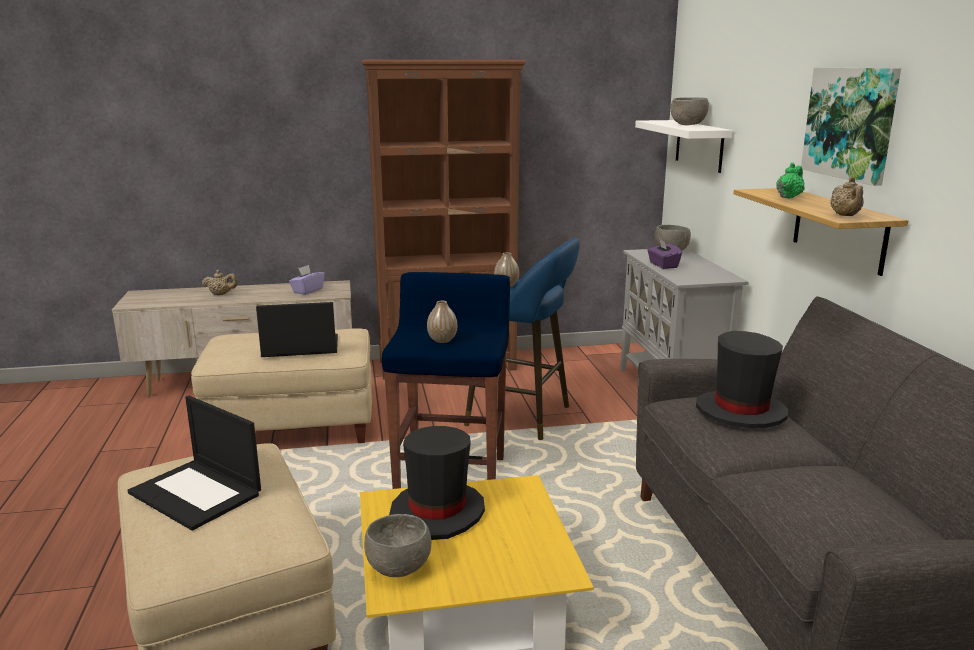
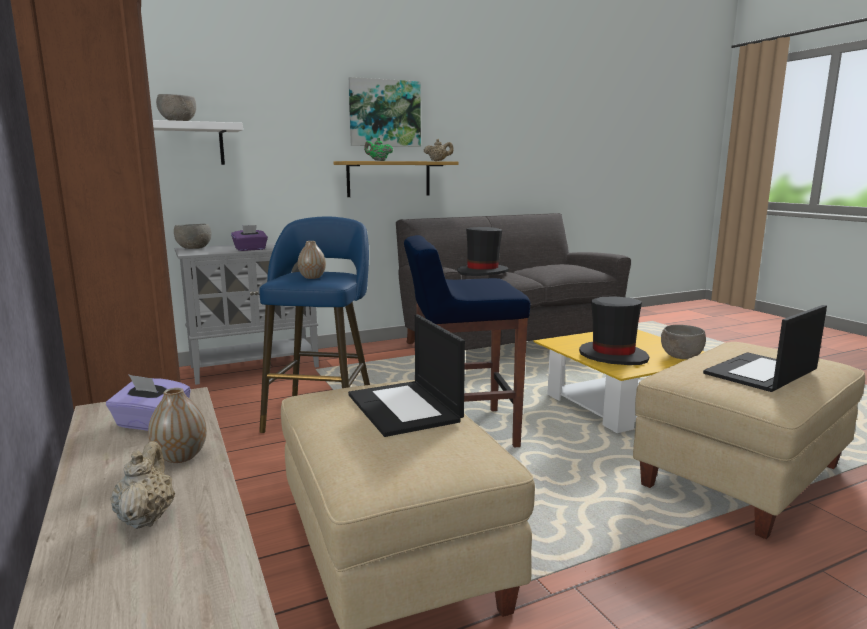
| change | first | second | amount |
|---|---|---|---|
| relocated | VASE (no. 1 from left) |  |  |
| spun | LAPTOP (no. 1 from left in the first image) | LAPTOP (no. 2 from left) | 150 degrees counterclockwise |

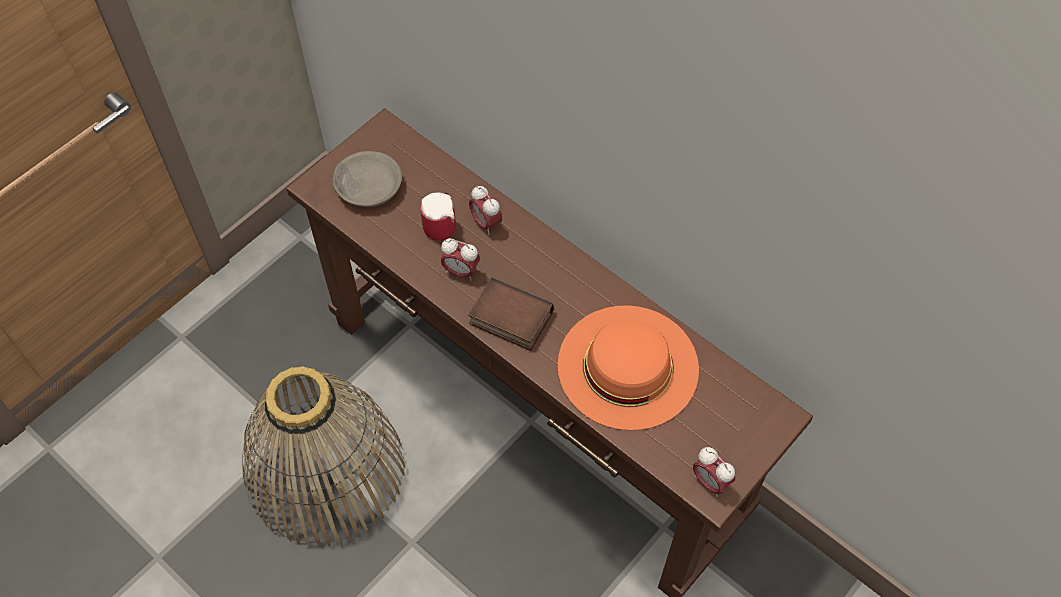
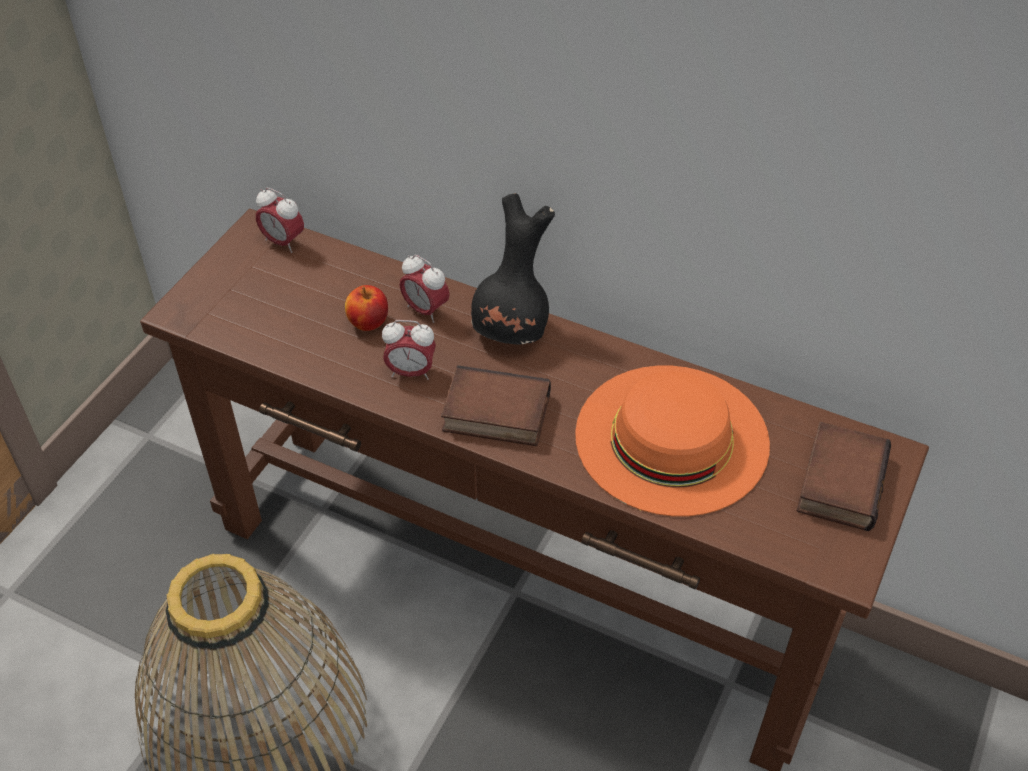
| change | first | second | amount |
|---|---|---|---|
| relocated | ALARM CLOCK (no. 3 from left in the first image) | ALARM CLOCK (no. 1 from left) |  |
| exchanged | MUG | APPLE |  |
| appeared |  | BLACK VASE |  |
| appeared |  | BOOK (no. 2 from left) |  |
| missing | GREY BOWL |  |  |

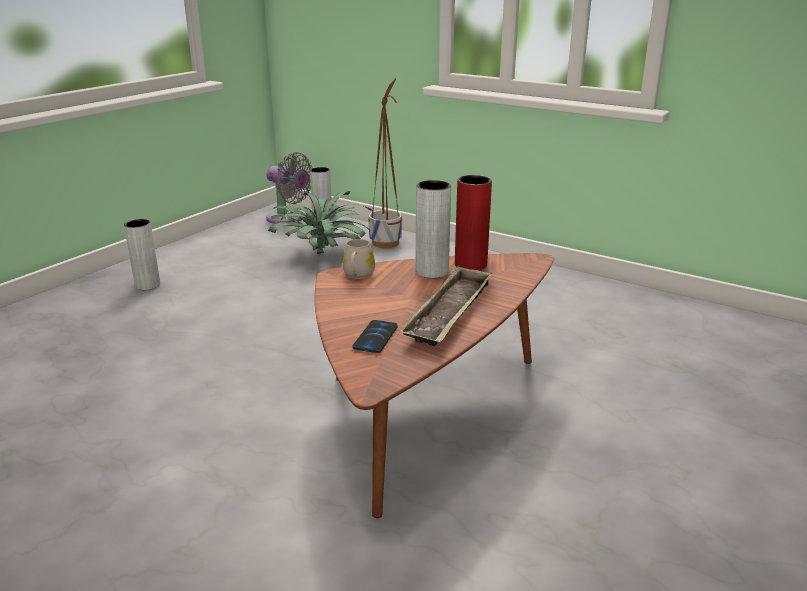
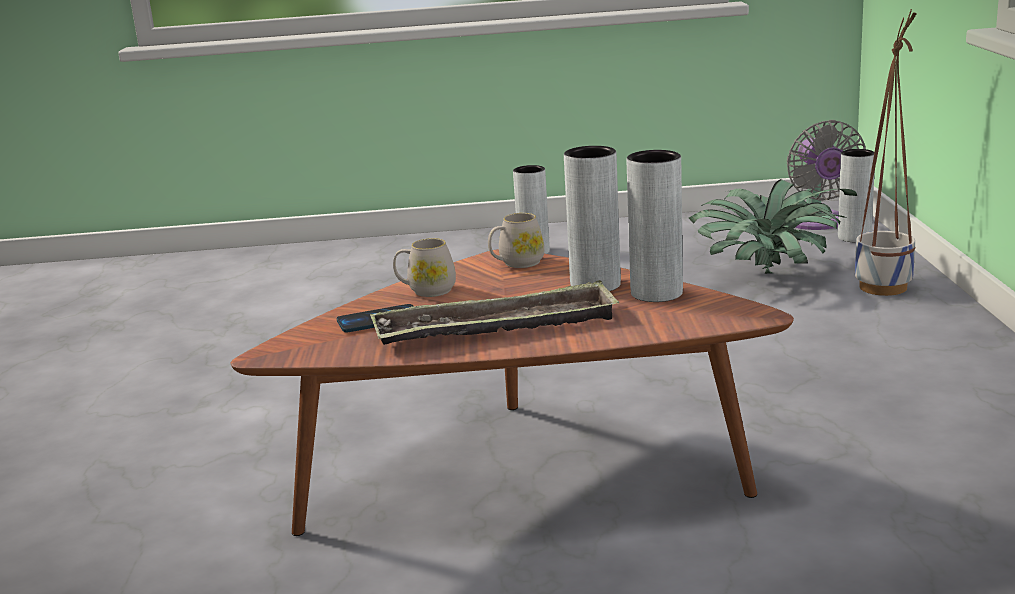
| change | first | second | amount |
|---|---|---|---|
| appeared |  | WHITE MUG (no. 1 from left) |  |
| colour | RED VASE | GREY VASE (no. 3 from left) |  |

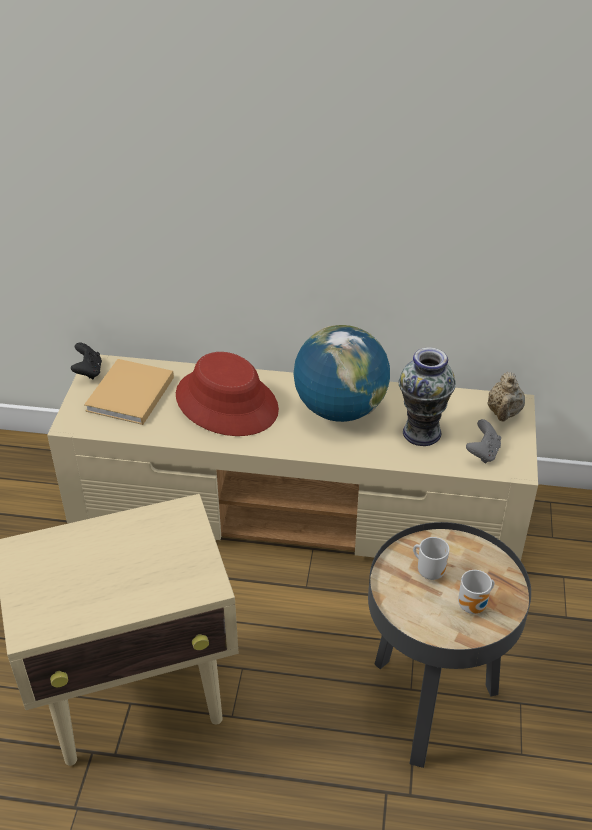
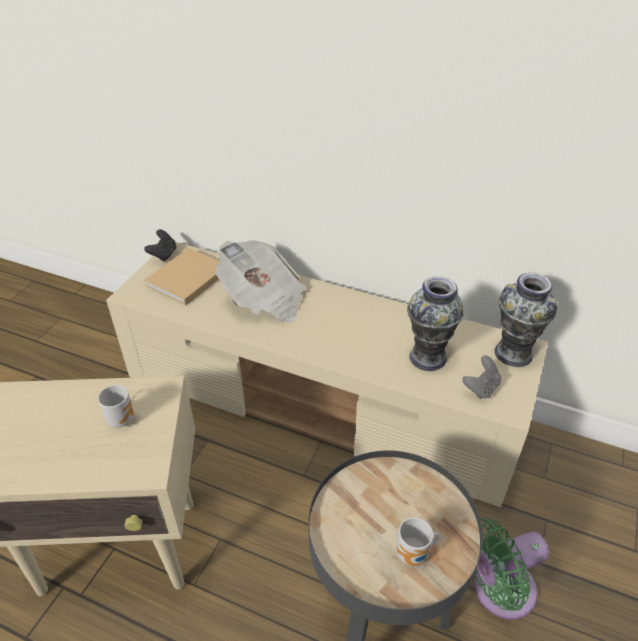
| change | first | second | amount |
|---|---|---|---|
| relocated | MUG (no. 1 from left) |  |  |
| exchanged | RED HAT | NEWSPAPER |  |
| appeared |  | GREEN FAN |  |
| exchanged | BEIGE TEAPOT | VASE (no. 2 from left) |  |
| missing | GLOBE |  |  |

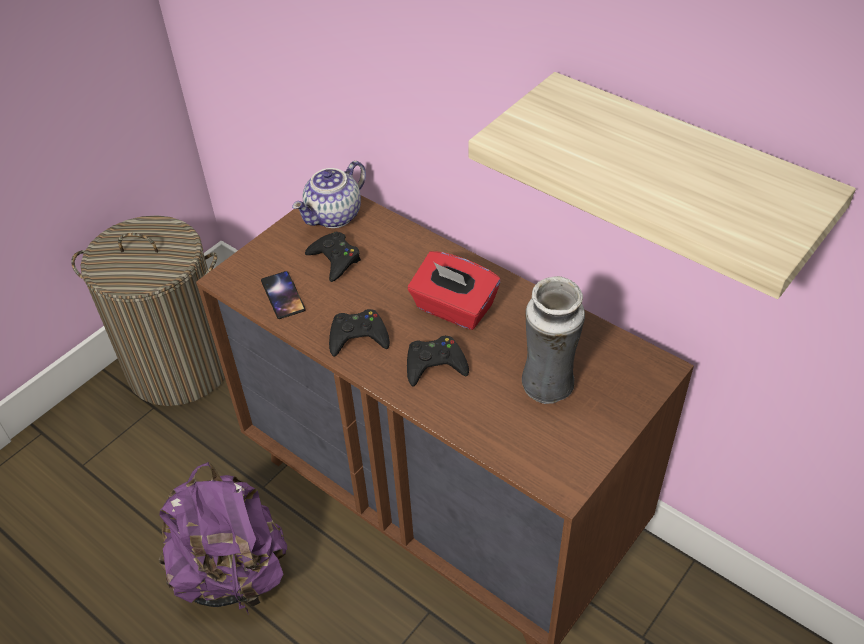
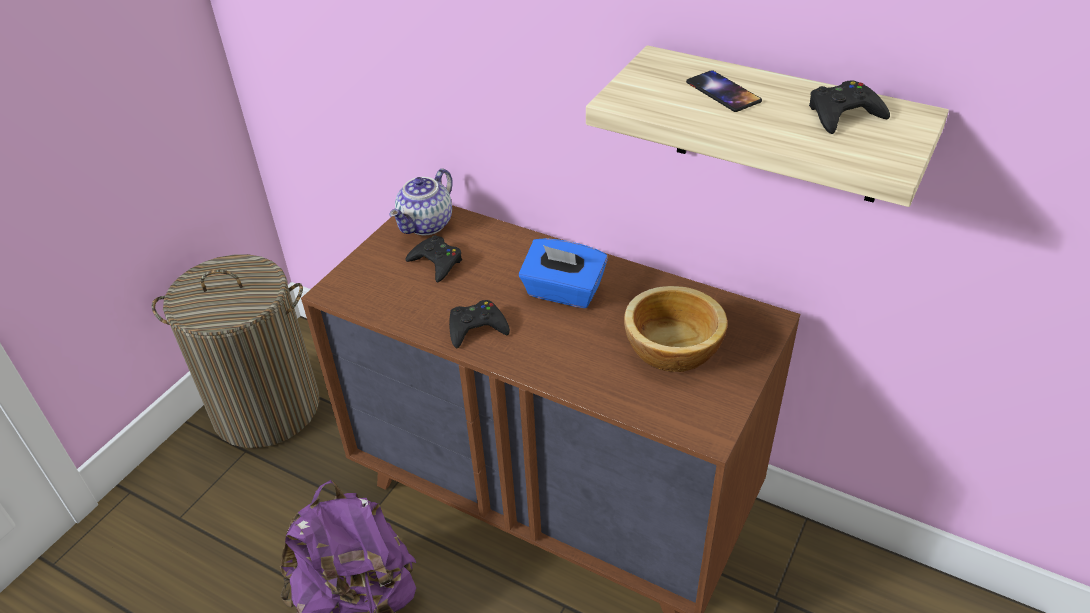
| change | first | second | amount |
|---|---|---|---|
| colour | RED TISSUE BOX | BLUE TISSUE BOX |  |
| exchanged | VASE | BOWL |  |
| relocated | PHONE |  |  |
| relocated | BLACK GAME CONTROLLER (no. 3 from left) |  |  |

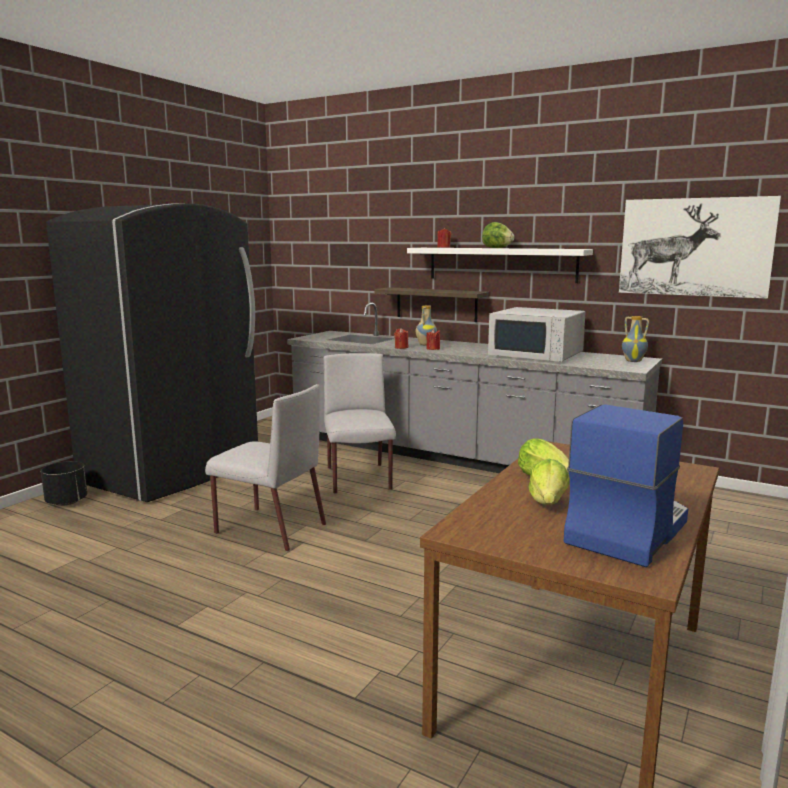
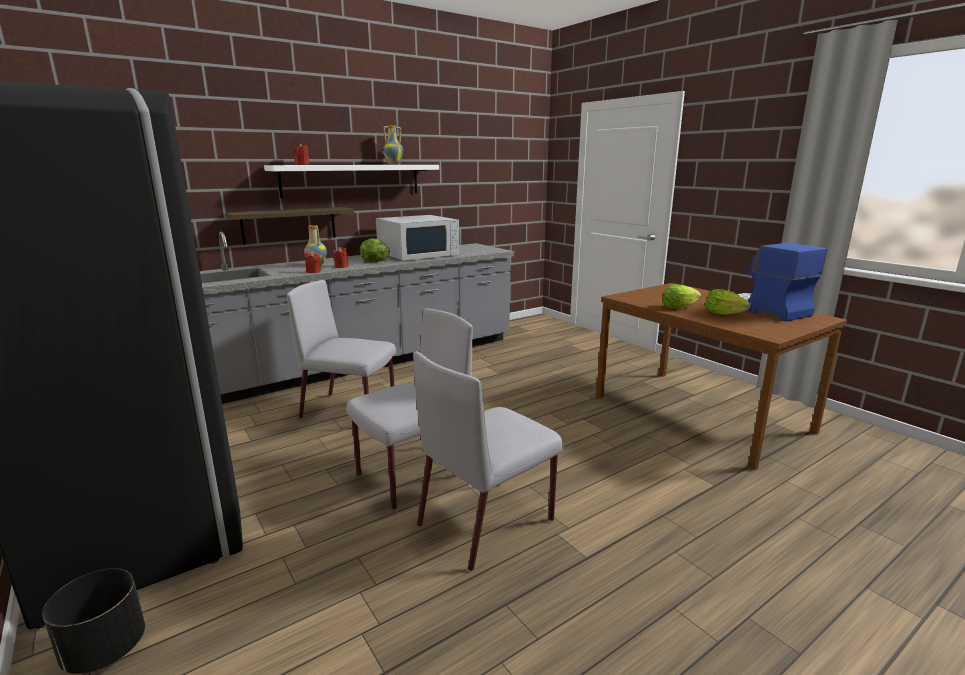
| change | first | second | amount |
|---|---|---|---|
| relocated | LETTUCE (no. 1 from left) |  |  |
| relocated | VASE (no. 2 from left) |  |  |
| appeared |  | GREY CHAIR (no. 3 from left) |  |
| missing | PICTURE |  |  |

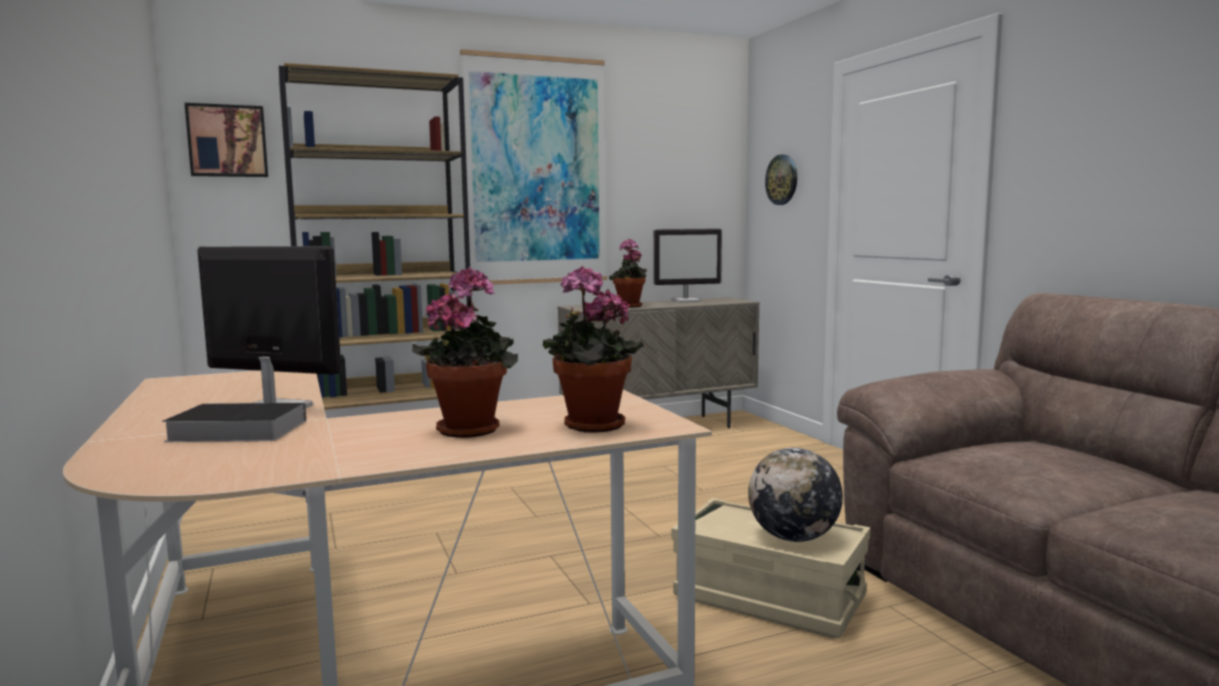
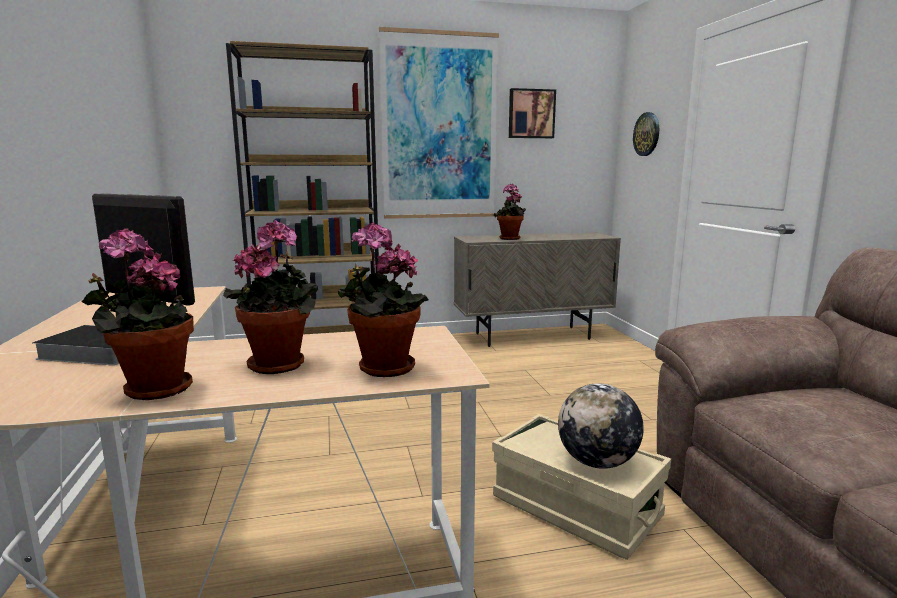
| change | first | second | amount |
|---|---|---|---|
| appeared |  | POTTED PLANT (no. 1 from left) |  |
| relocated | PICTURE (no. 1 from left in the first image) | PICTURE (no. 2 from left) |  |
| missing | MONITOR (no. 2 from left) |  |  |

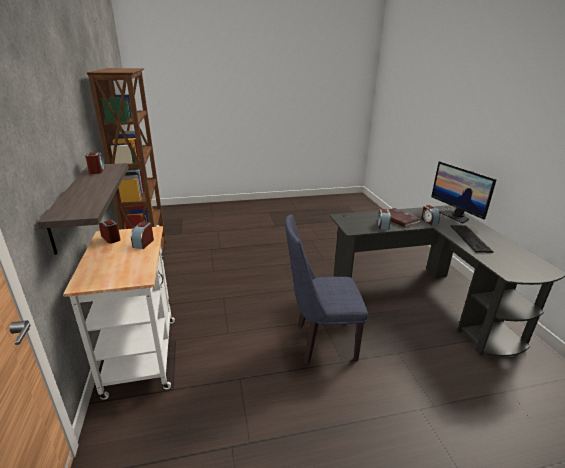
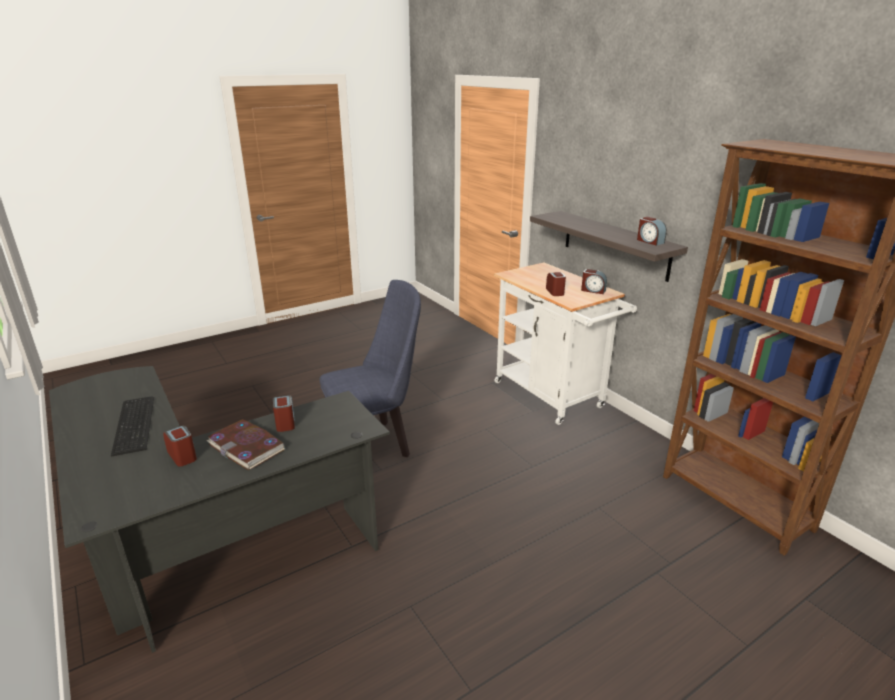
| change | first | second | amount |
|---|---|---|---|
| missing | MONITOR |  |  |

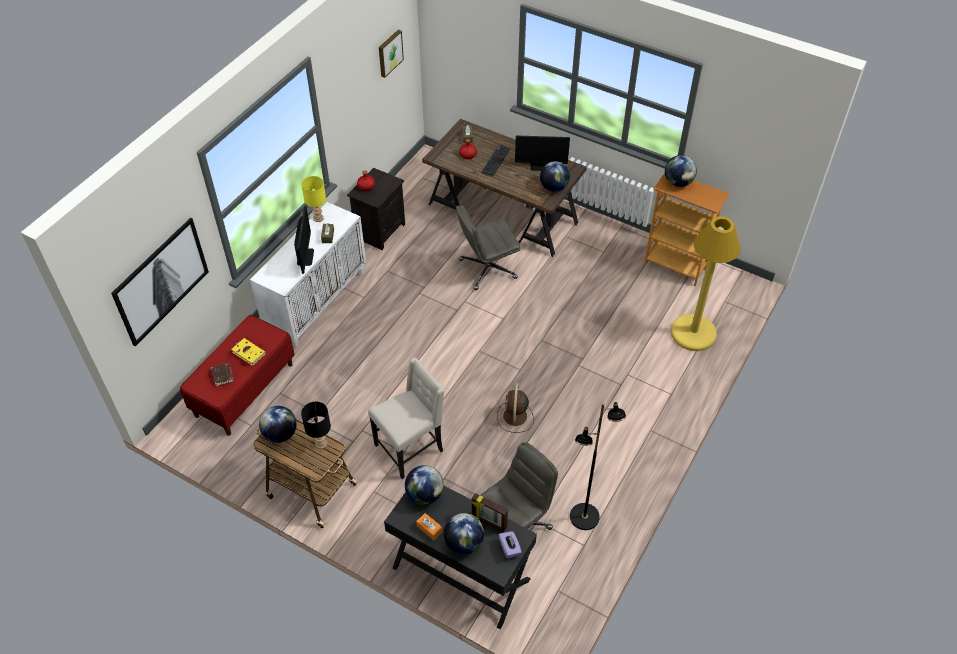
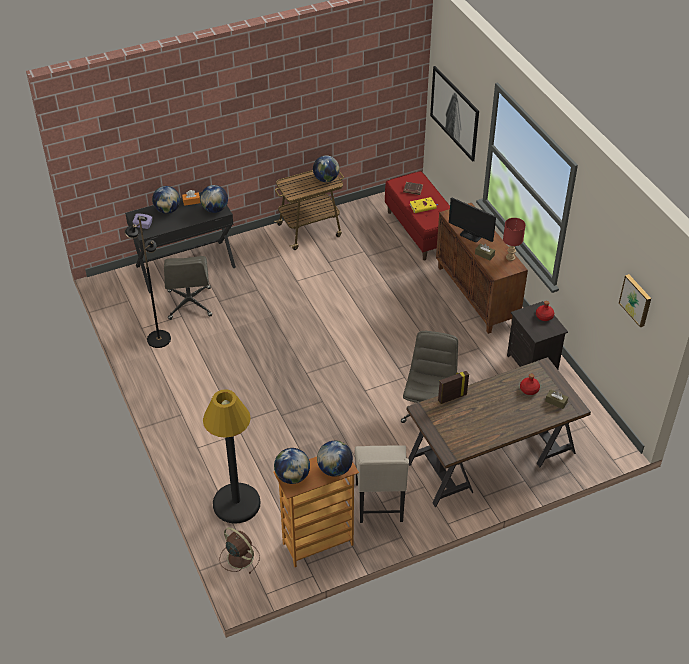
| change | first | second | amount |
|---|---|---|---|
| colour | YELLOW FLOOR LAMP | BLACK FLOOR LAMP (no. 2 from left) |  |
| relocated | BROWN FAN |  |  |
| relocated | GLOBE (no. 4 from left in the first image) | GLOBE (no. 3 from left) |  |
| relocated | BEIGE CHAIR |  |  |
| colour | WHITE CABINET | BROWN CABINET |  |
| relocated | PICTURE FRAME |  |  |
| colour | YELLOW TABLE LAMP | RED TABLE LAMP |  |
| missing | BLACK TABLE LAMP |  |  |
| missing | KEYBOARD |  |  |
| missing | MONITOR (no. 2 from left) |  |  |

